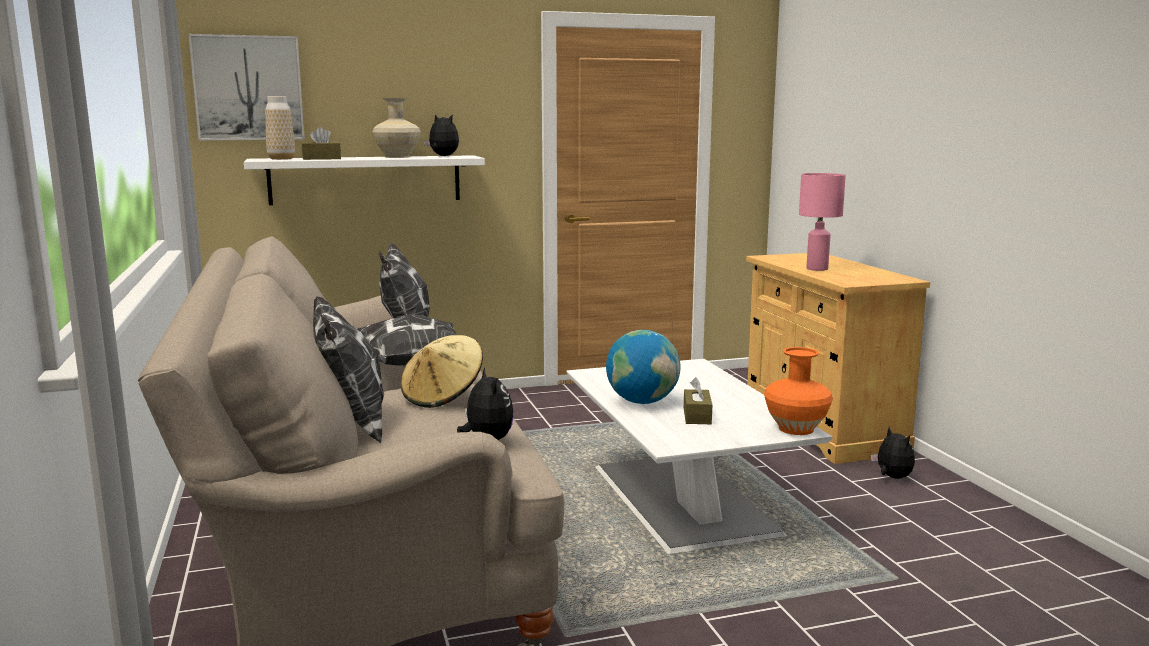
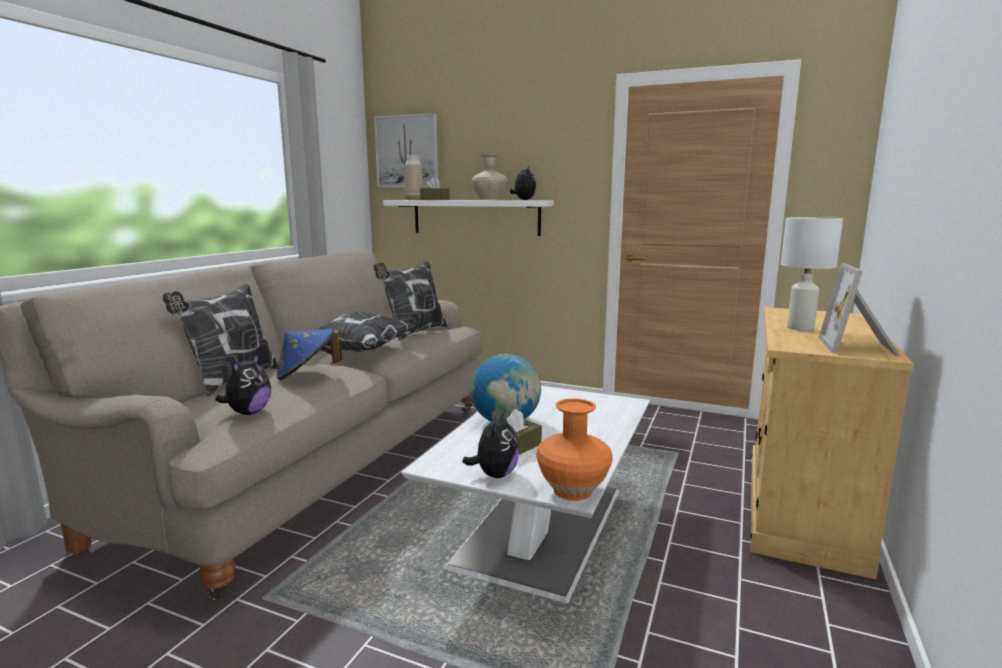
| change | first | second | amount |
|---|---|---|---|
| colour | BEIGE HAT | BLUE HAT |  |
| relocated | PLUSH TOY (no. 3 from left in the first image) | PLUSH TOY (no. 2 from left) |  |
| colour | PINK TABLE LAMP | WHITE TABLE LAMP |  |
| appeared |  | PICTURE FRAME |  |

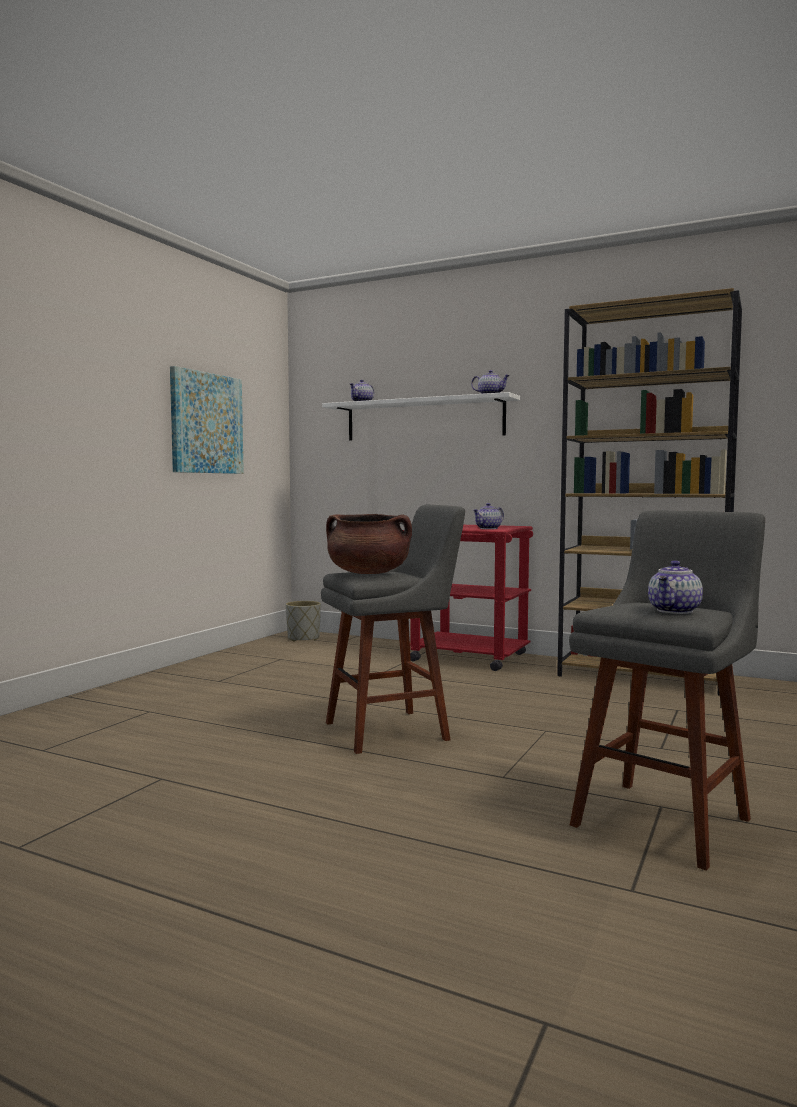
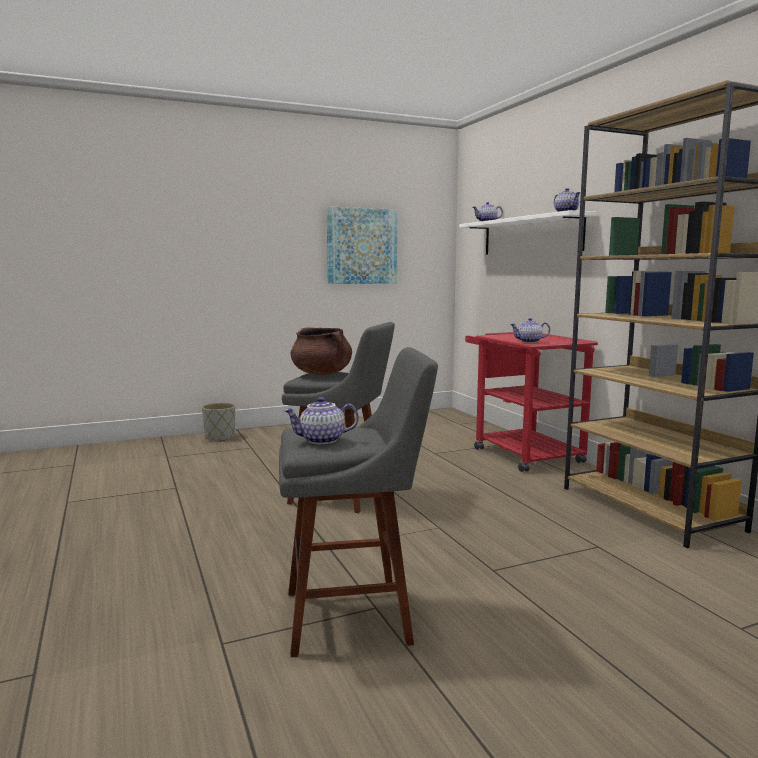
| change | first | second | amount |
|---|---|---|---|
| relocated | GREY PLANTER |  |  |

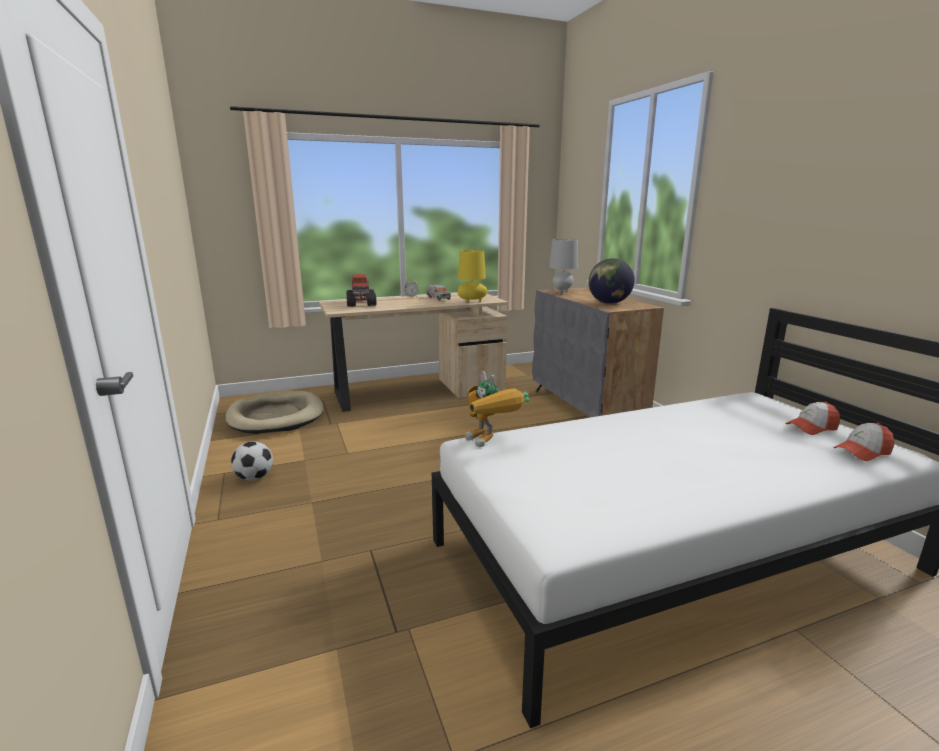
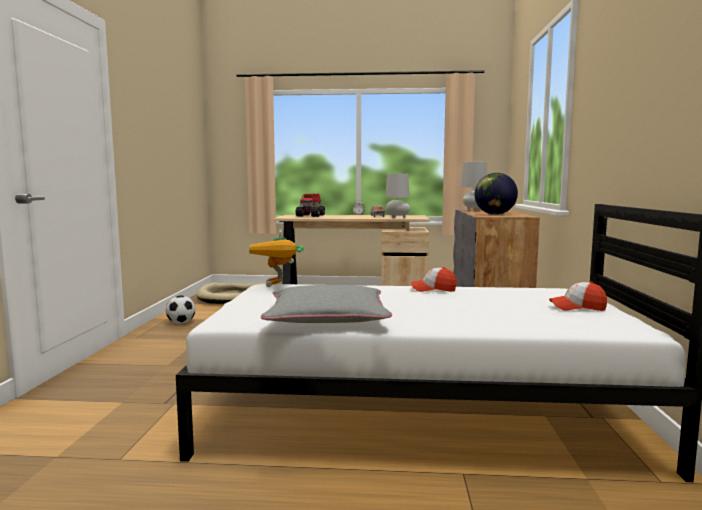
| change | first | second | amount |
|---|---|---|---|
| appeared |  | GREY PILLOW |  |
| colour | YELLOW TABLE LAMP | GREY TABLE LAMP (no. 1 from left) |  |
| relocated | CAP (no. 2 from left in the first image) | CAP (no. 1 from left) |  |

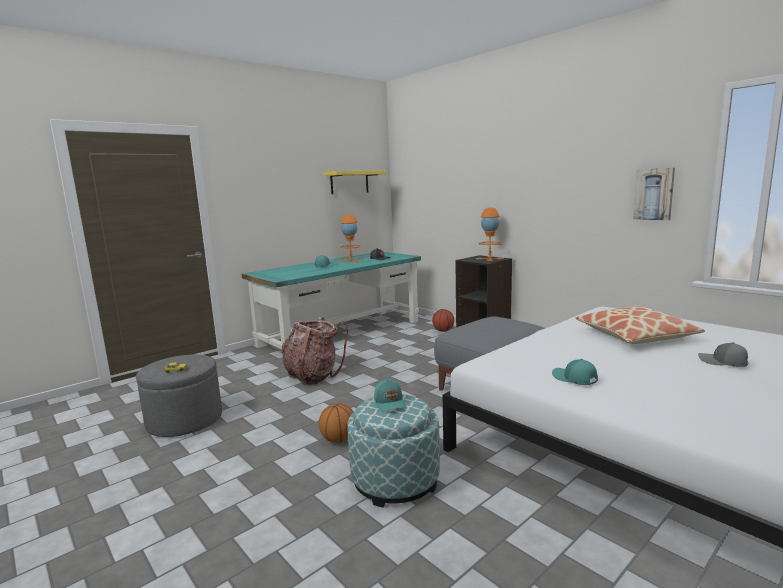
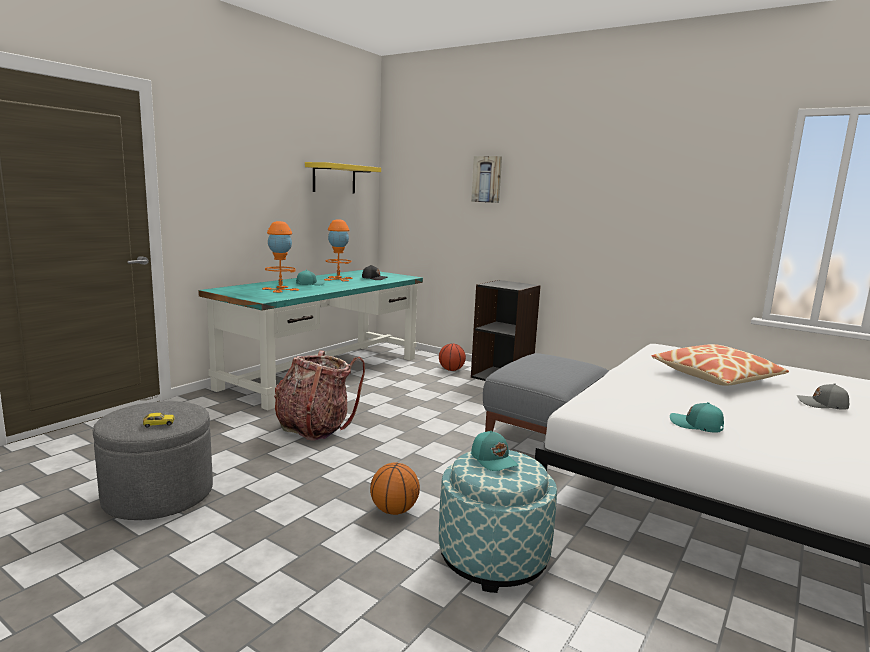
| change | first | second | amount |
|---|---|---|---|
| relocated | ORANGE TABLE LAMP (no. 2 from left in the first image) | ORANGE TABLE LAMP (no. 1 from left) |  |
| relocated | PICTURE |  |  |

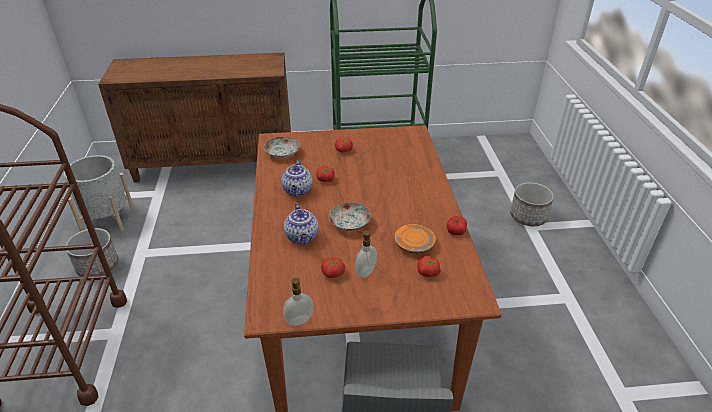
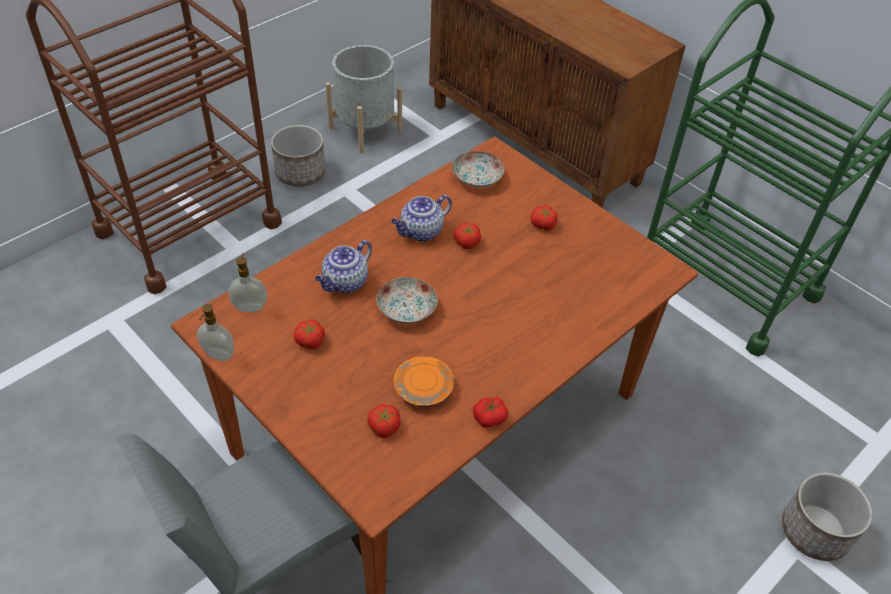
| change | first | second | amount |
|---|---|---|---|
| relocated | SOAP DISPENSER (no. 2 from left) |  |  |

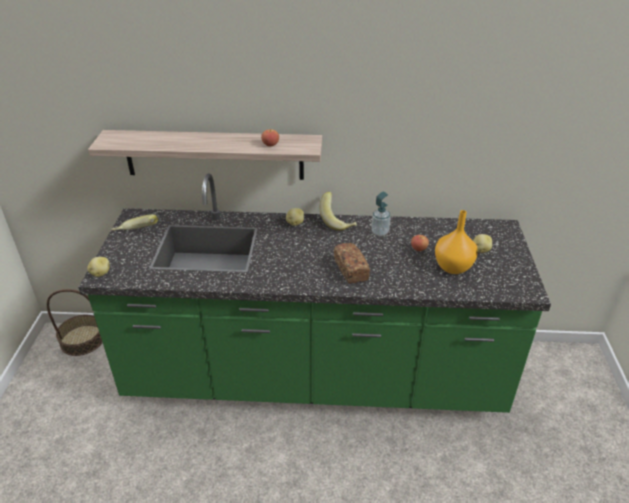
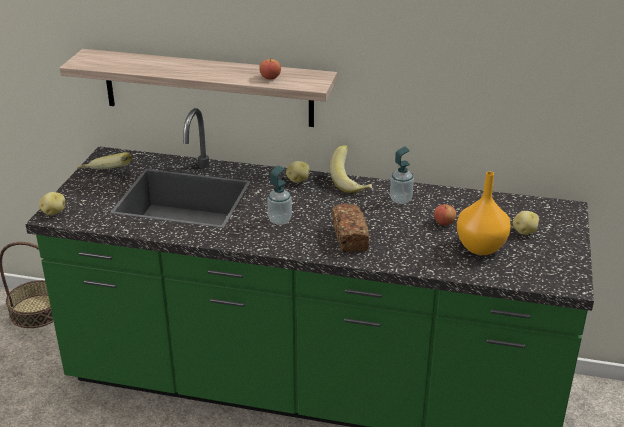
| change | first | second | amount |
|---|---|---|---|
| appeared |  | SOAP DISPENSER (no. 1 from left) |  |

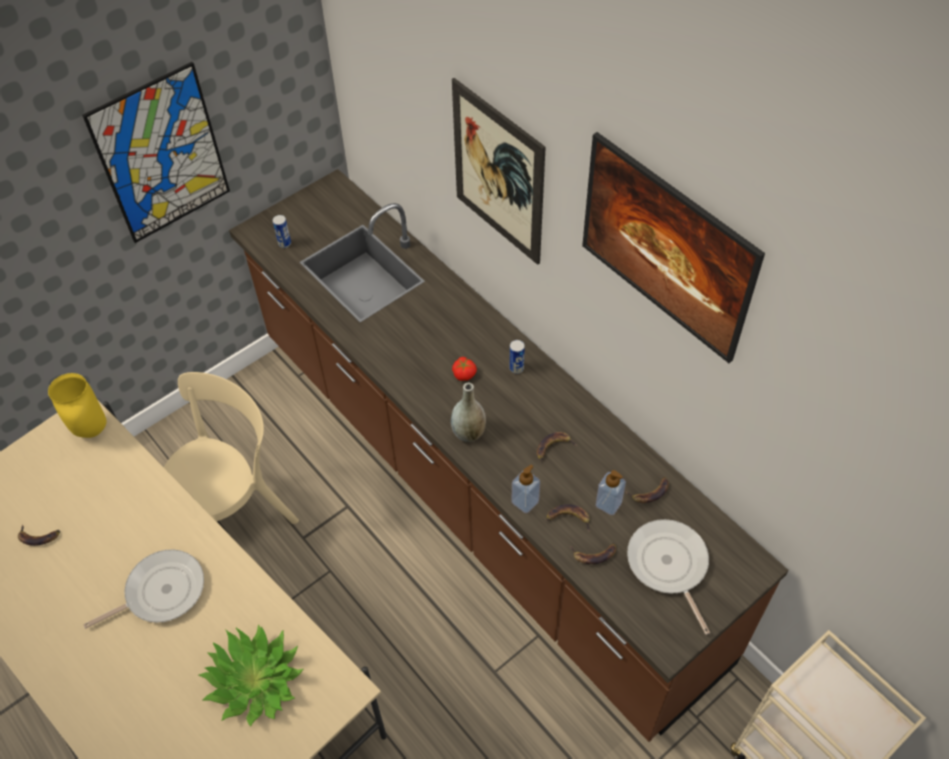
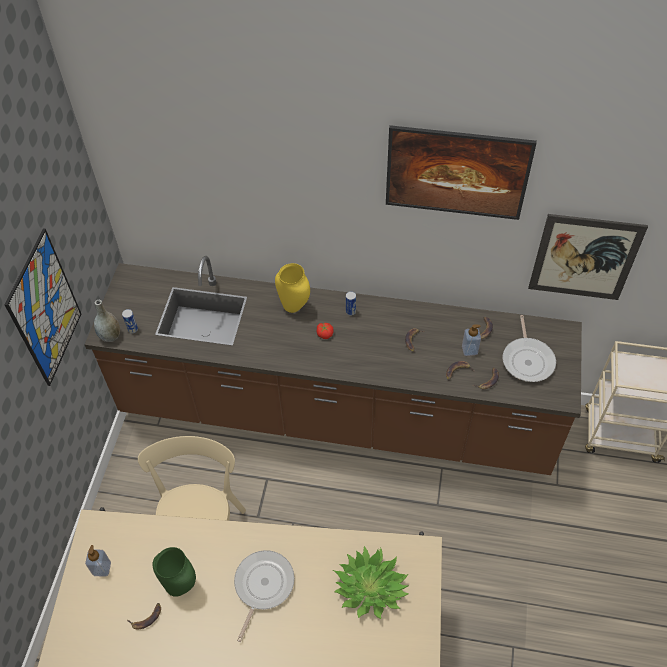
| change | first | second | amount |
|---|---|---|---|
| relocated | SOAP DISPENSER (no. 1 from left) |  |  |
| relocated | GREY VASE |  |  |
| appeared |  | GREEN VASE |  |
| relocated | YELLOW VASE |  |  |
| spun | FRYING PAN (no. 2 from left) |  | 120 degrees counterclockwise |
| relocated | PICTURE (no. 2 from left in the first image) | PICTURE (no. 3 from left) |  |

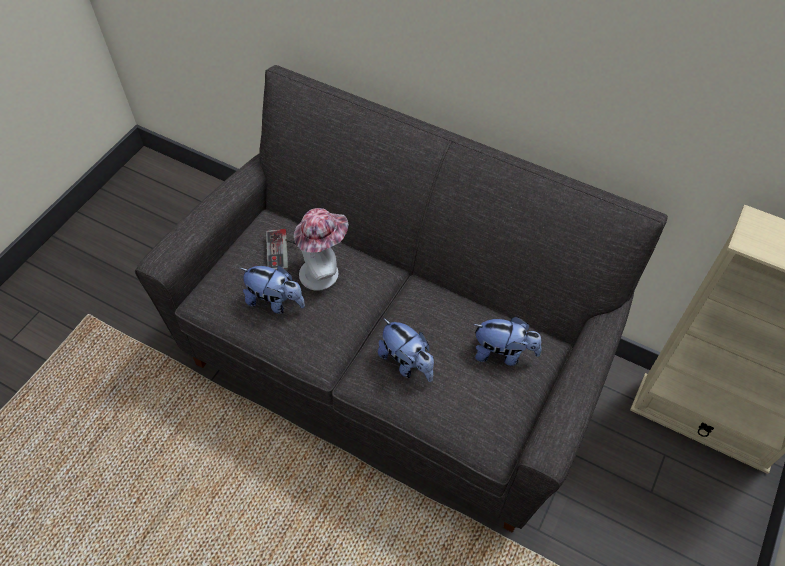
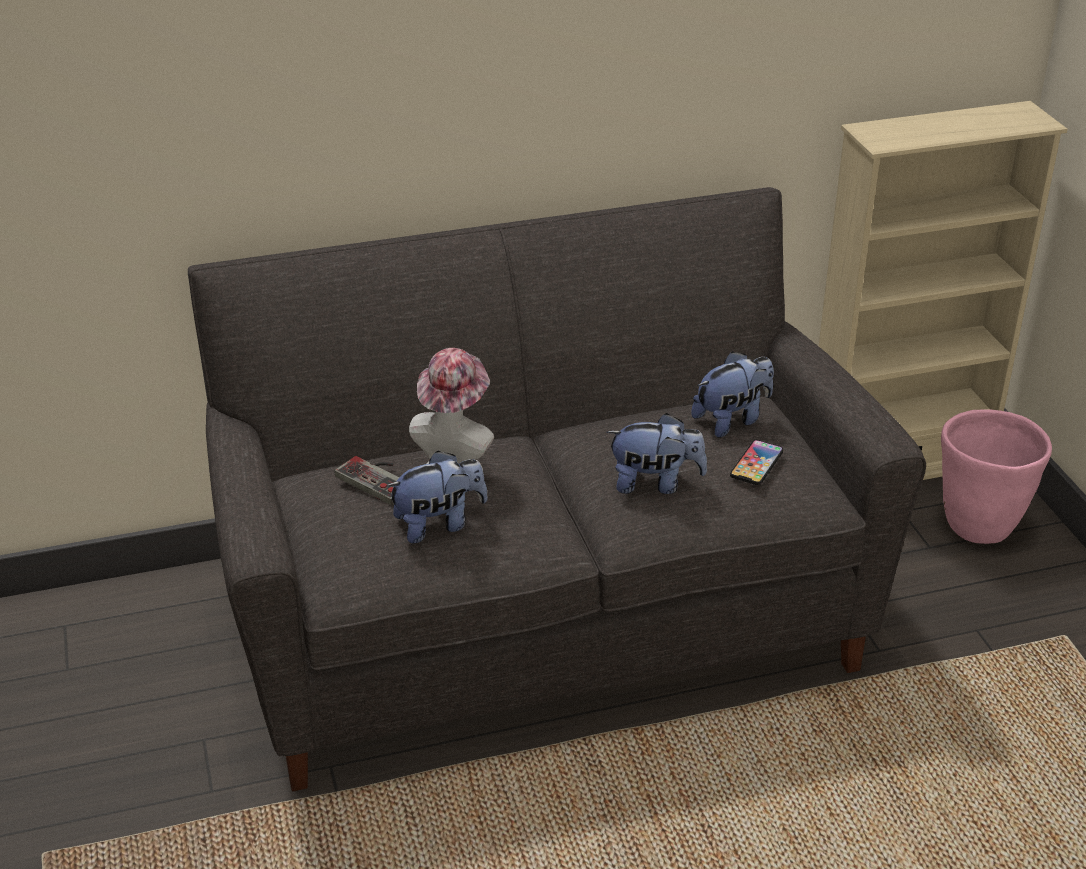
| change | first | second | amount |
|---|---|---|---|
| appeared |  | PHONE |  |
| appeared |  | PINK PLANTER |  |

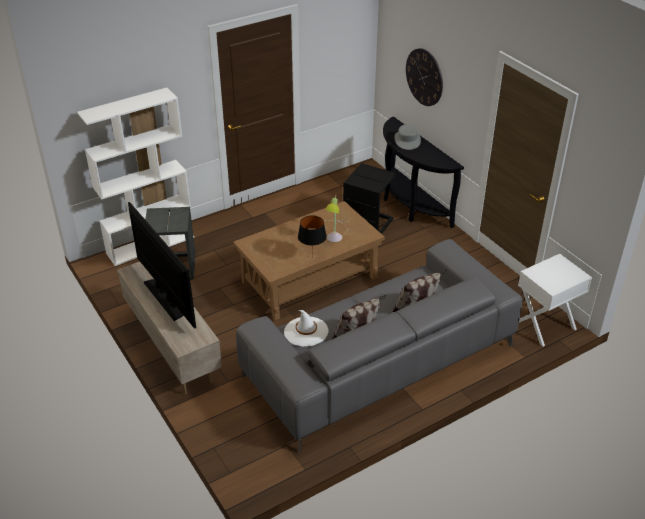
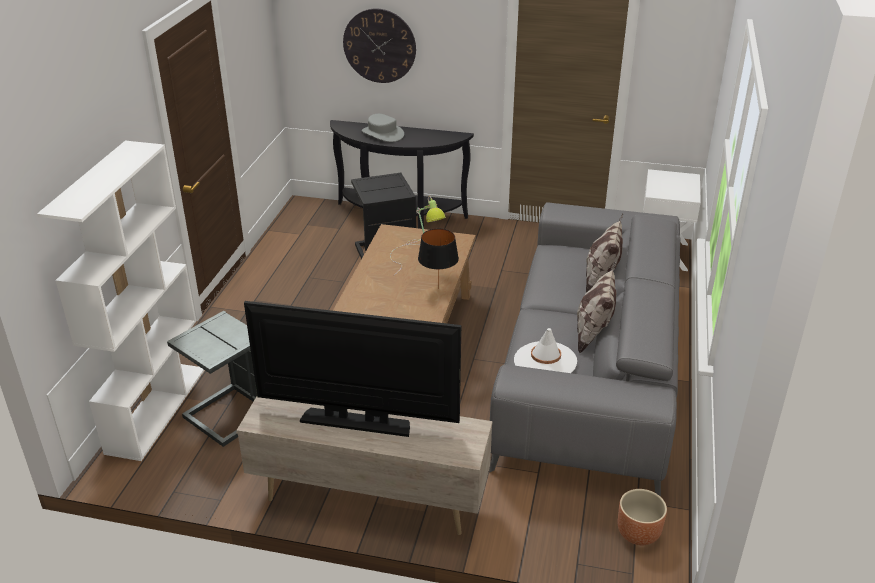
| change | first | second | amount |
|---|---|---|---|
| appeared |  | BROWN PLANTER |  |

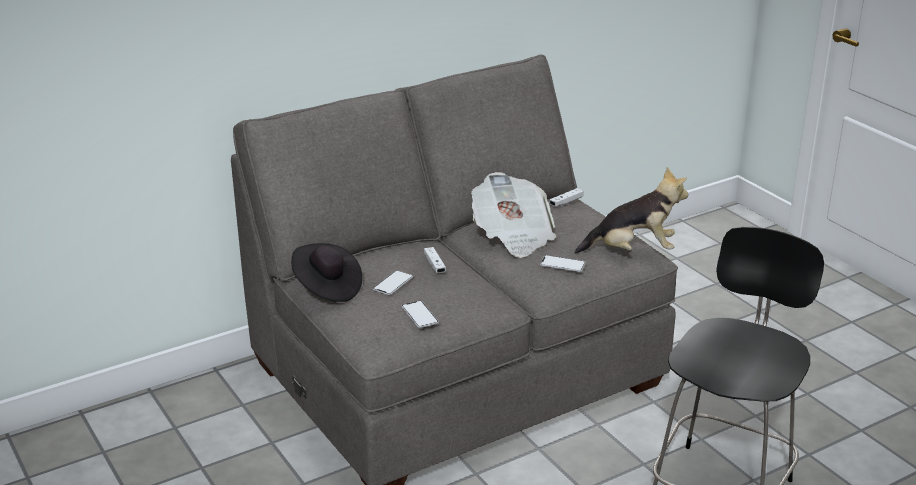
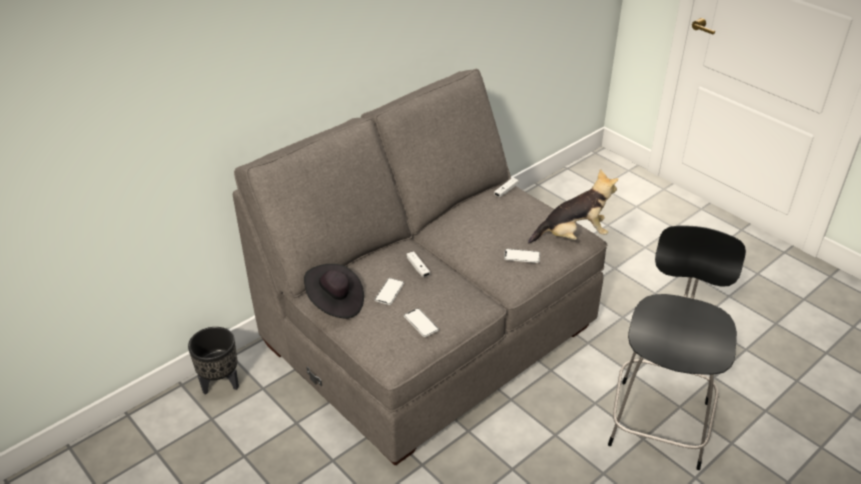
| change | first | second | amount |
|---|---|---|---|
| appeared |  | BLACK PLANTER |  |
| missing | NEWSPAPER |  |  |

